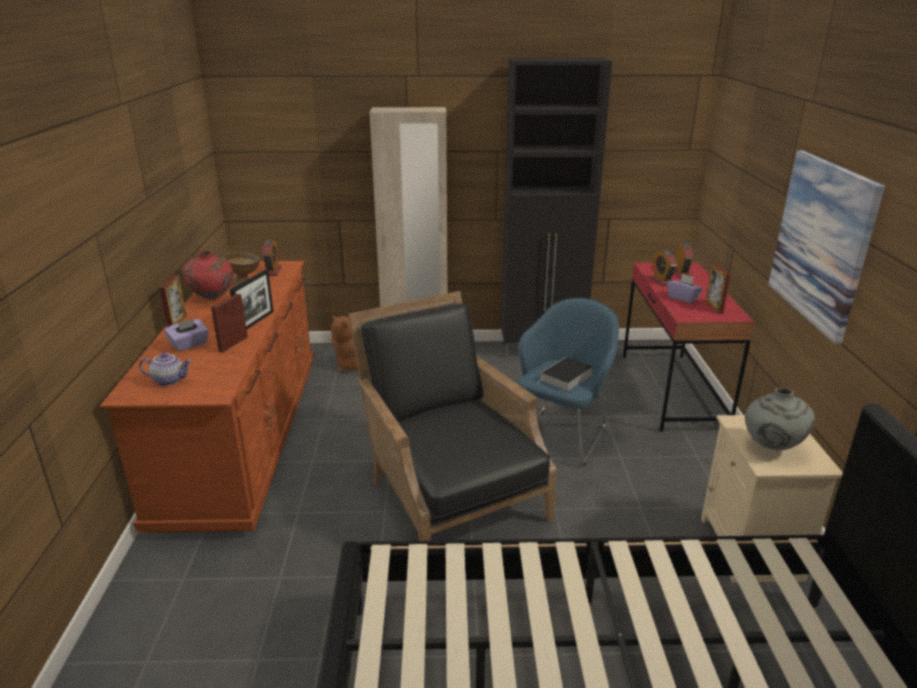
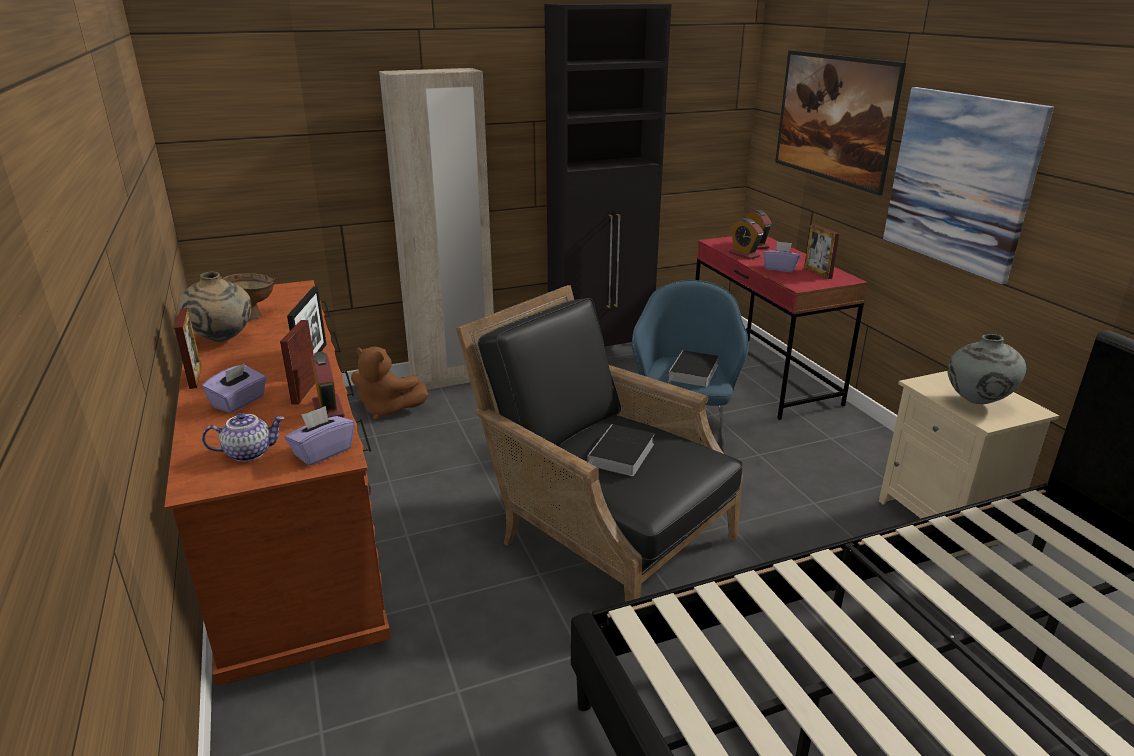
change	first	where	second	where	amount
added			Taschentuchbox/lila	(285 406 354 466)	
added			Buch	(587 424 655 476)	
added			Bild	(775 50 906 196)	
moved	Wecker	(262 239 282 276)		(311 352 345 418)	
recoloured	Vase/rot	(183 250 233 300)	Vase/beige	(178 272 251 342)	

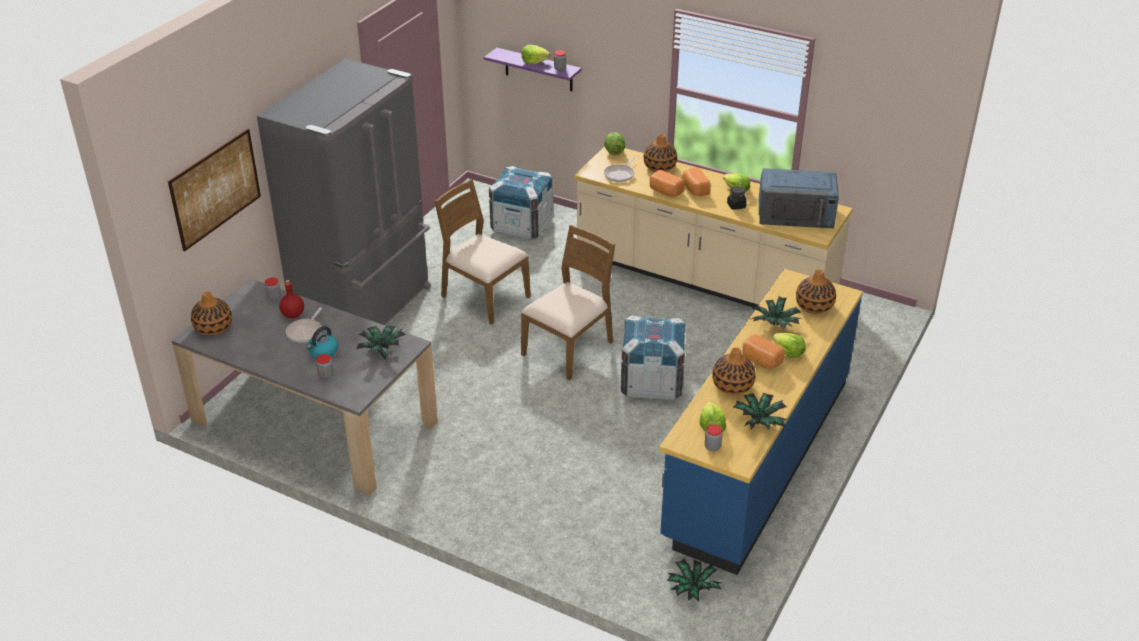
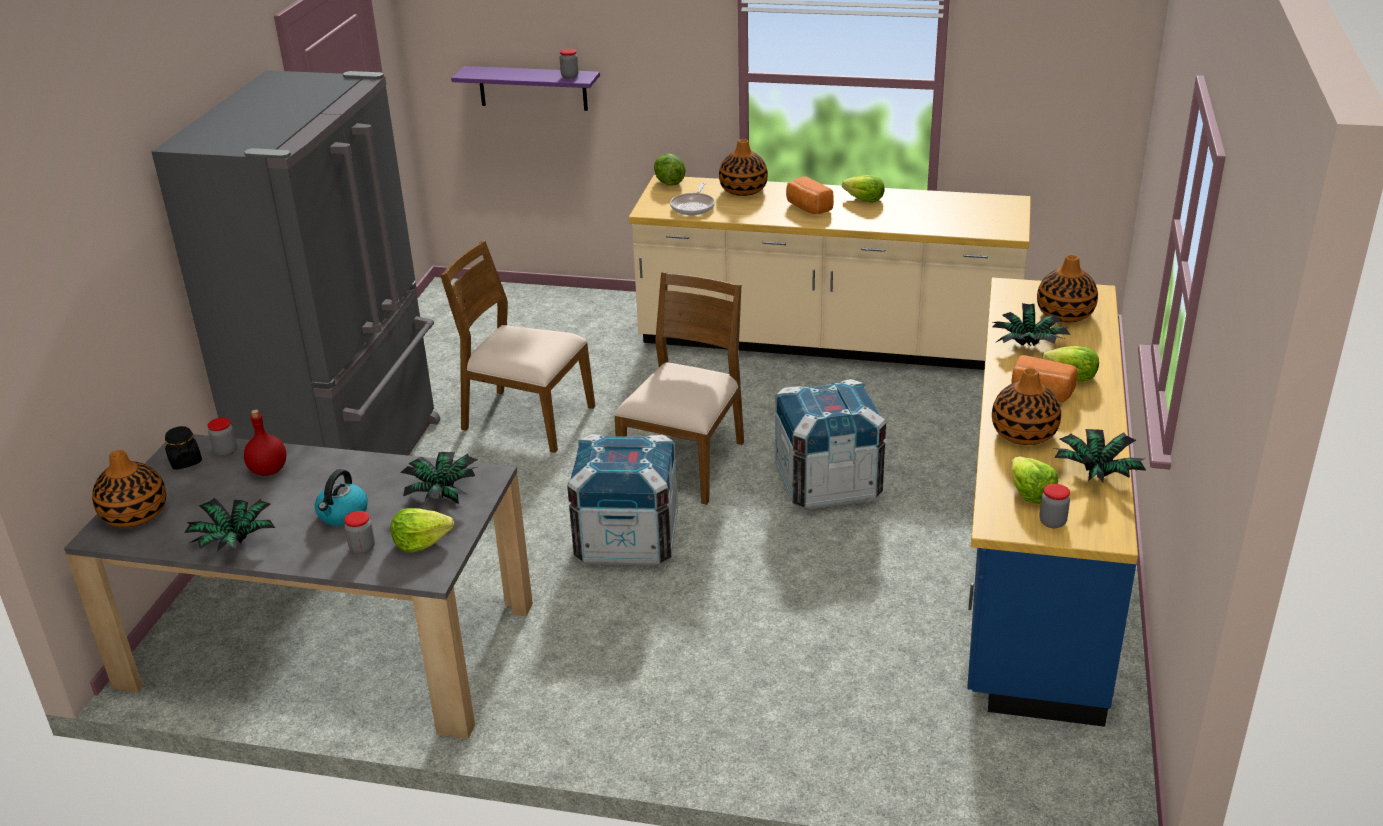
change	first	where	second	where	amount
removed	Bild	(168 129 261 251)			
removed	Pfanne	(286 308 322 343)			
removed	Brot	(650 170 684 197)			
removed	Mikrowelle/blau	(759 168 839 228)			
moved	Kiste	(489 166 553 240)		(567 434 678 566)	
moved	Salatkopf	(522 45 550 64)		(391 508 454 552)	
moved	Topfpflanze	(667 558 722 601)		(184 498 275 551)	
moved	Vorratsglas/schwarz	(727 186 746 210)		(165 426 202 470)	

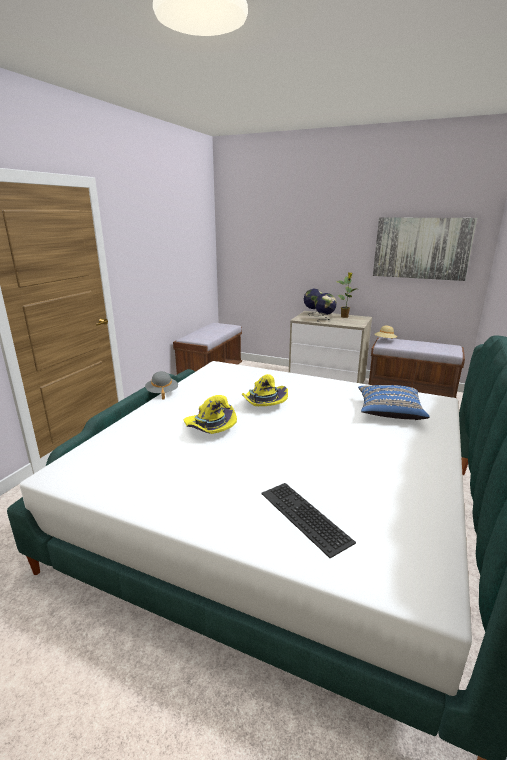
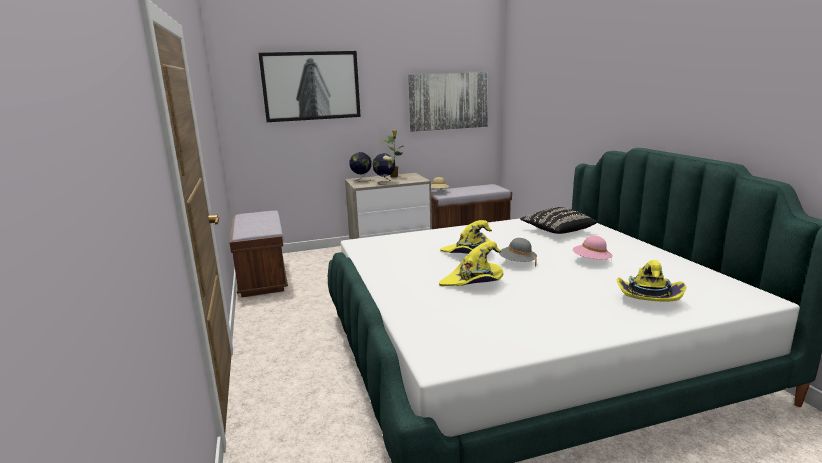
change	first	where	second	where	amount
added			Bild	(259 51 361 122)	
added			Hut/rosa	(573 236 612 259)	
moved	Hut/grau	(145 371 178 400)		(499 238 537 267)	
replaced	Tastatur	(261 483 356 558)	Hut/gelb	(617 260 687 302)	
recoloured	Kissen/blau	(358 385 430 420)	Kissen/schwarz	(520 207 597 234)	

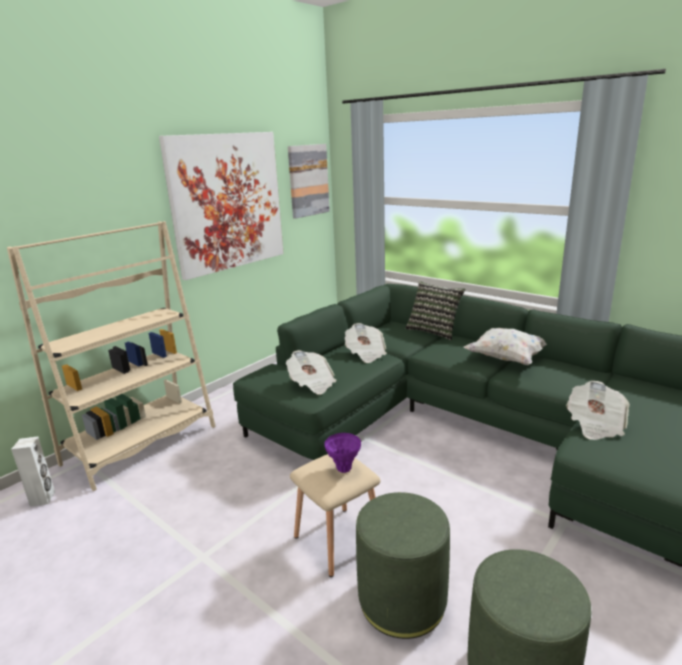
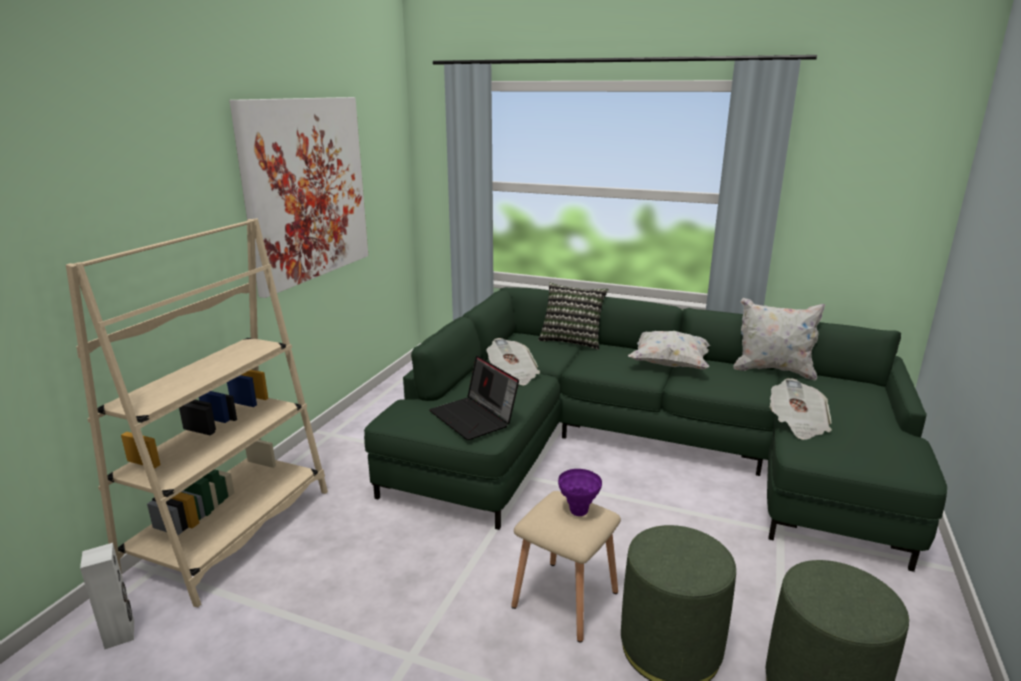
change	first	where	second	where	amount
removed	Bild	(288 144 330 219)			
added			Kissen/weiß	(733 298 825 381)	
replaced	Zeitung	(286 350 337 395)	Laptop	(429 356 519 440)	

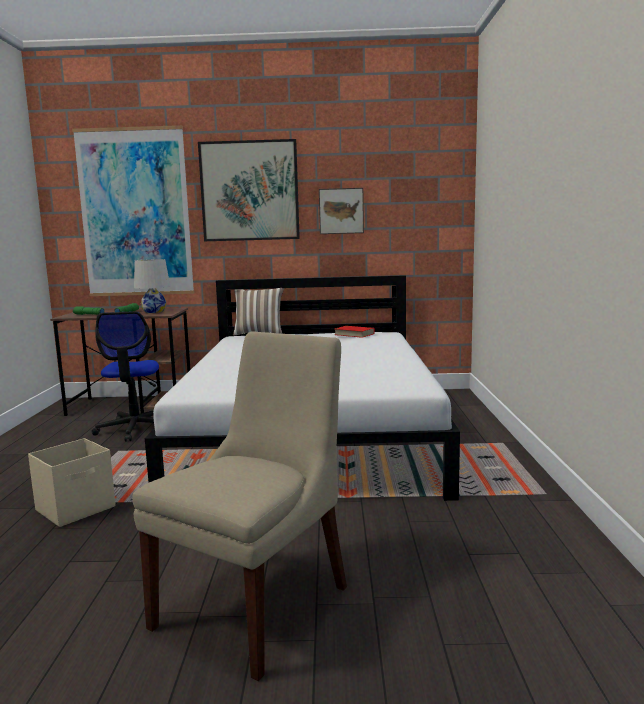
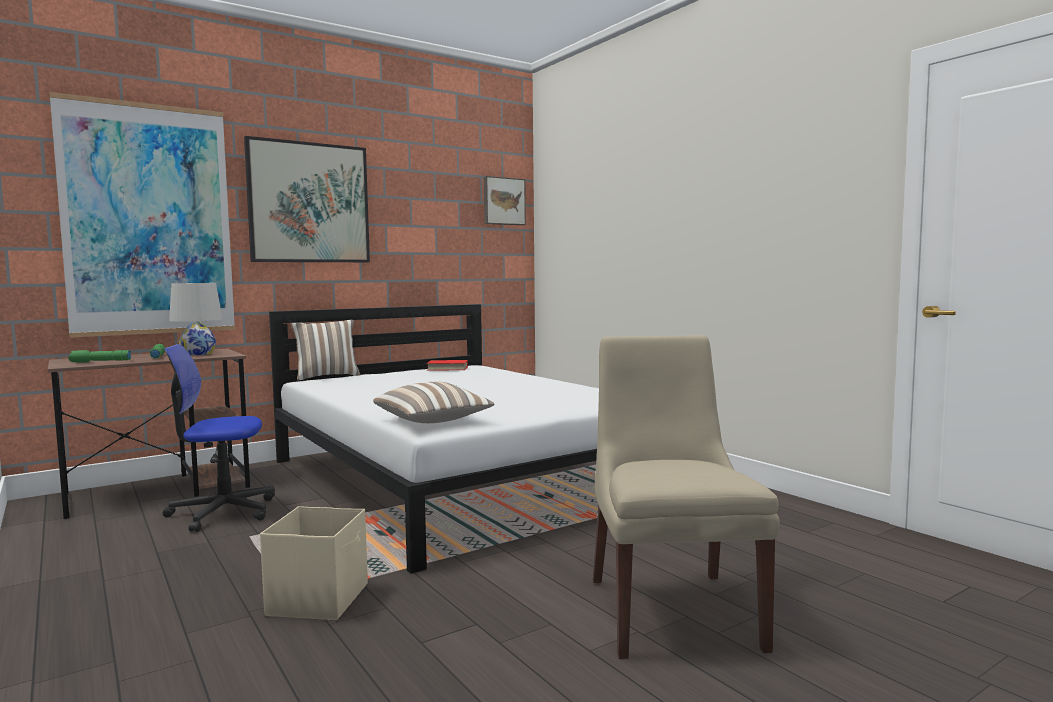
change	first	where	second	where	amount
added			Kissen	(373 382 495 423)	
moved	Bild	(319 188 364 234)		(484 176 526 225)	
turned	Bürostuhl	(92 311 159 442)		(163 344 275 532)	120 degrees clockwise

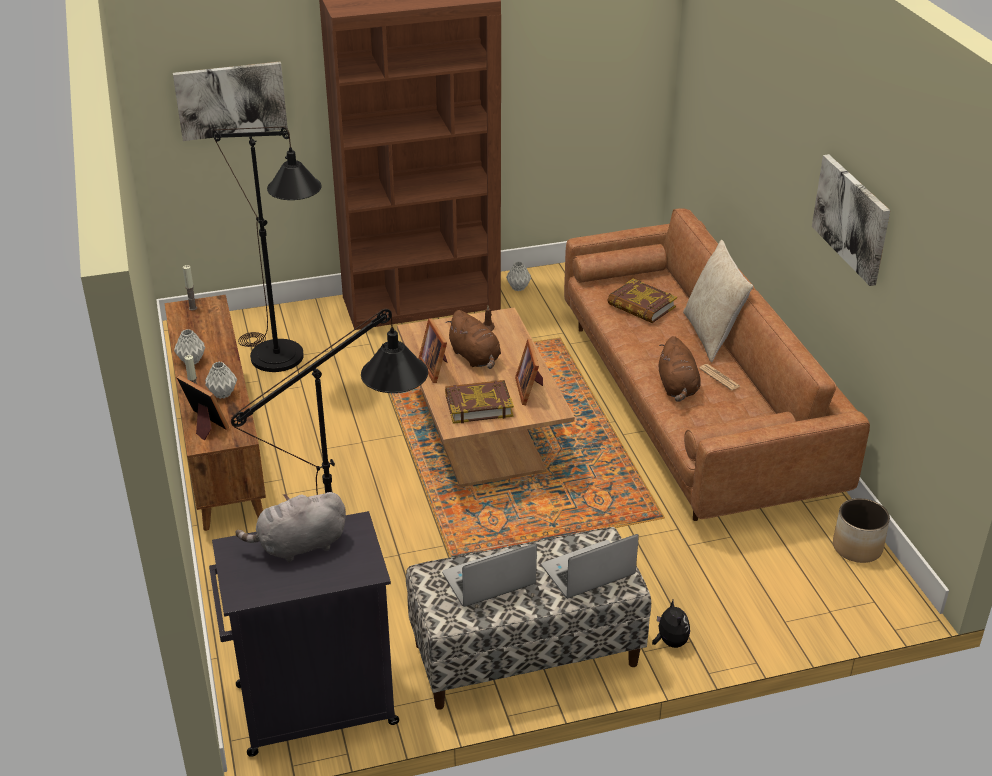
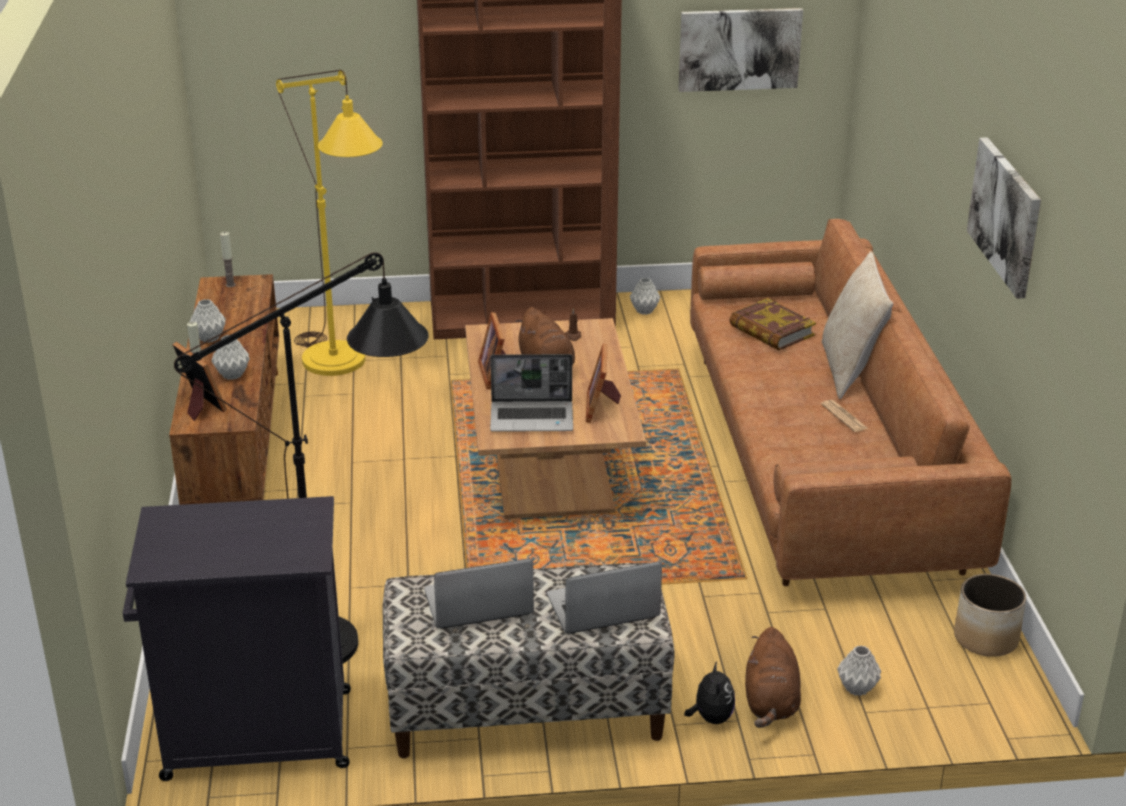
change	first	where	second	where	amount
removed	Plüschtier/grau	(235 492 346 562)			
added			Vase/grau	(837 645 881 696)	
moved	Bild	(173 62 288 141)		(678 8 803 92)	
moved	Plüschtier/braun	(659 336 701 402)		(745 627 801 728)	
replaced	Buch	(445 380 514 424)	Laptop	(490 354 573 432)	
recoloured	Stehlampe/schwarz	(212 127 322 372)	Stehlampe/gelb	(276 70 383 376)	

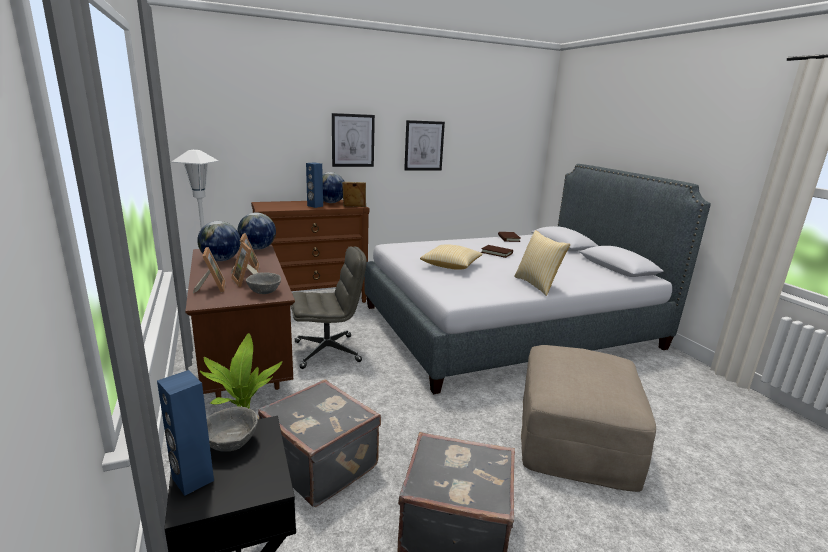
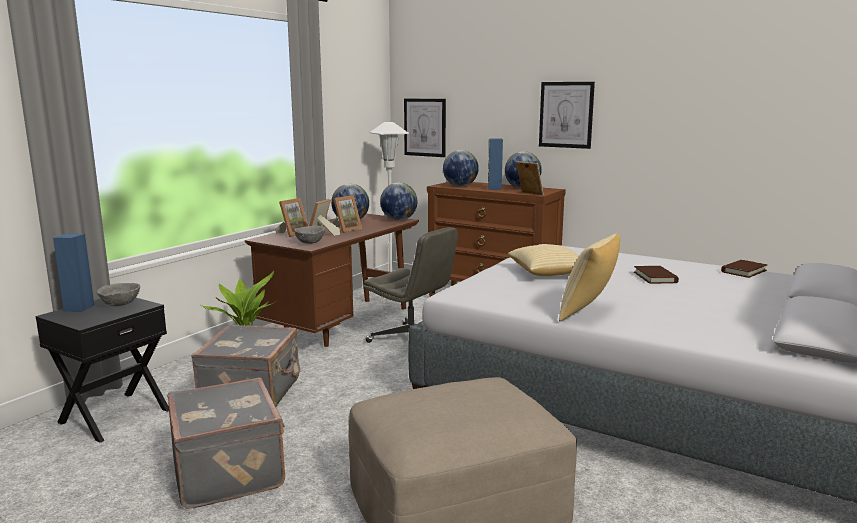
change	first	where	second	where	amount
added			Globus	(443 150 479 187)	
moved	Bild	(404 120 445 171)		(404 99 446 157)	

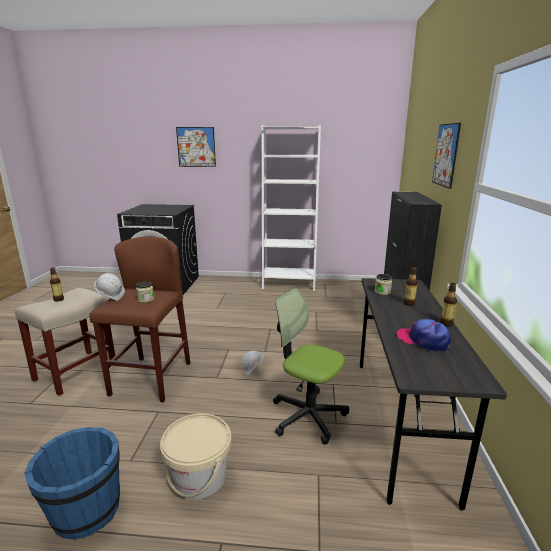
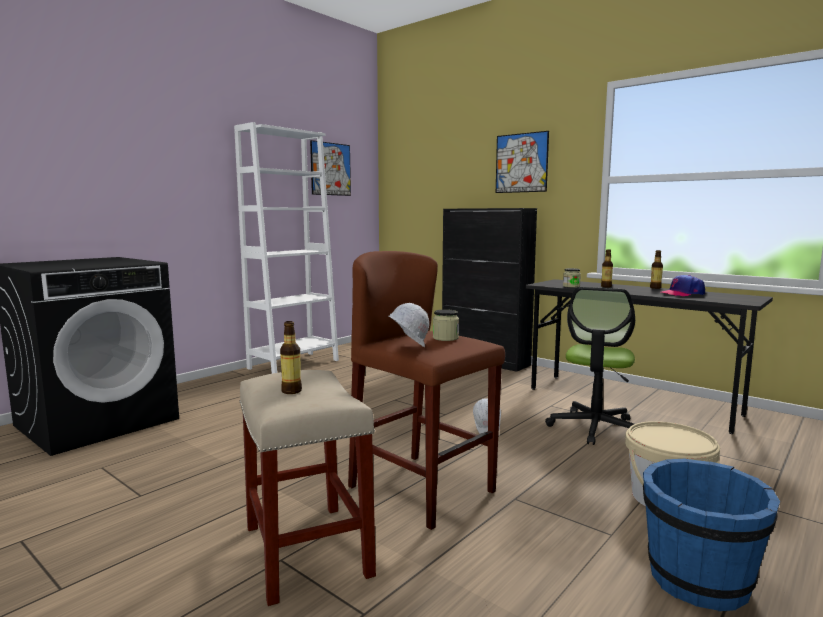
change	first	where	second	where	amount
moved	Bild	(176 127 216 167)		(310 140 351 196)	
turned	Bürostuhl	(273 288 349 444)		(545 287 635 445)	45 degrees counterclockwise

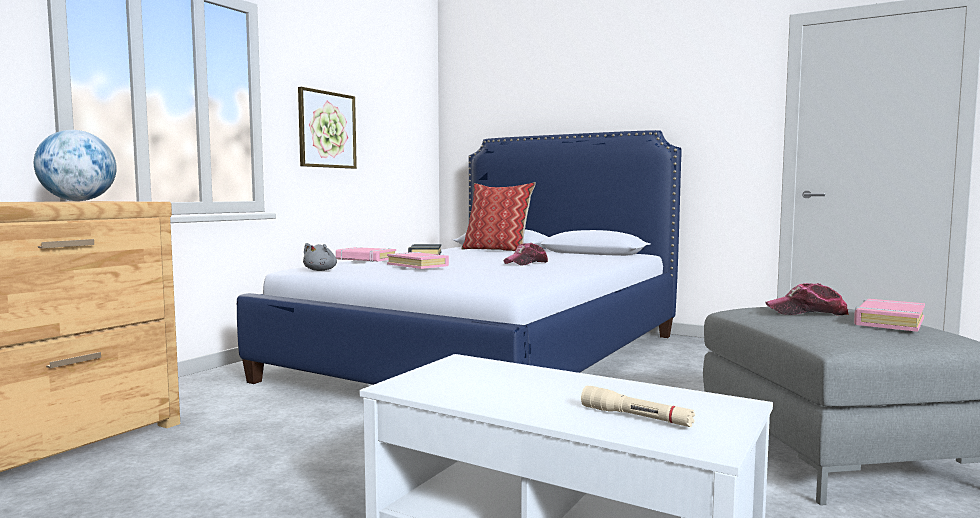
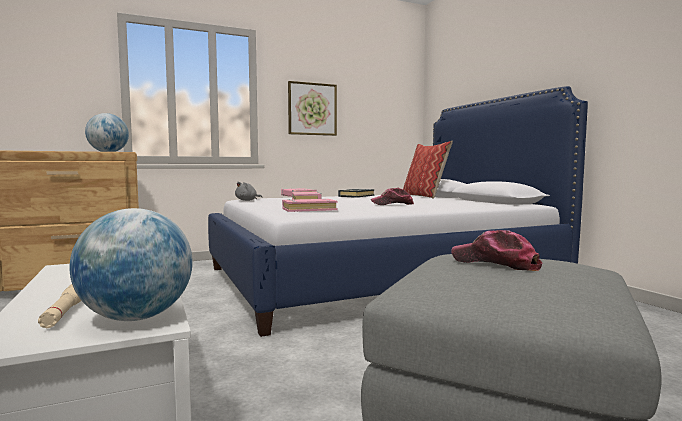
change	first	where	second	where	amount
added			Globus	(69 208 193 321)	
moved	Buch/rosa	(854 299 925 332)		(282 199 337 212)	

